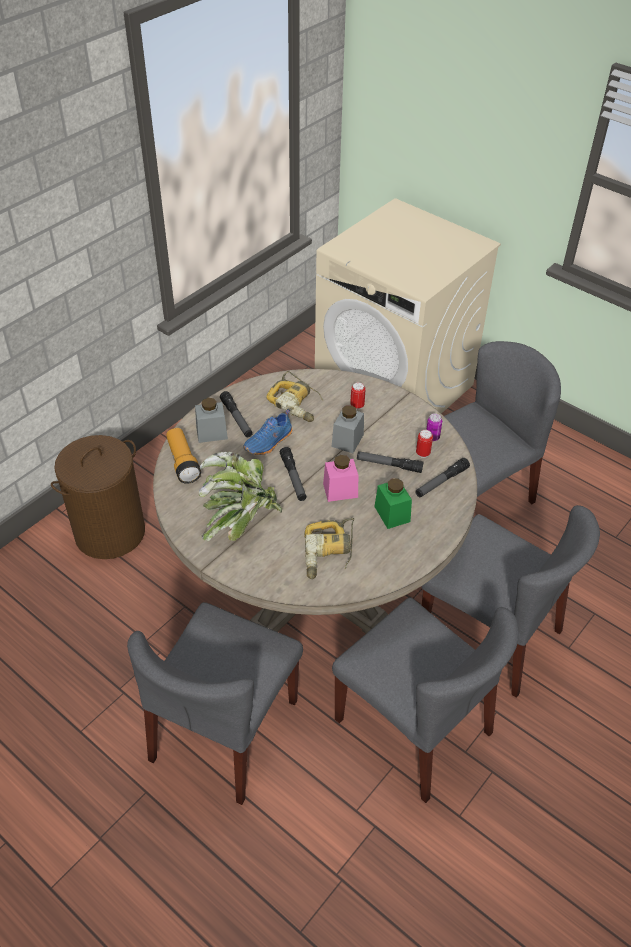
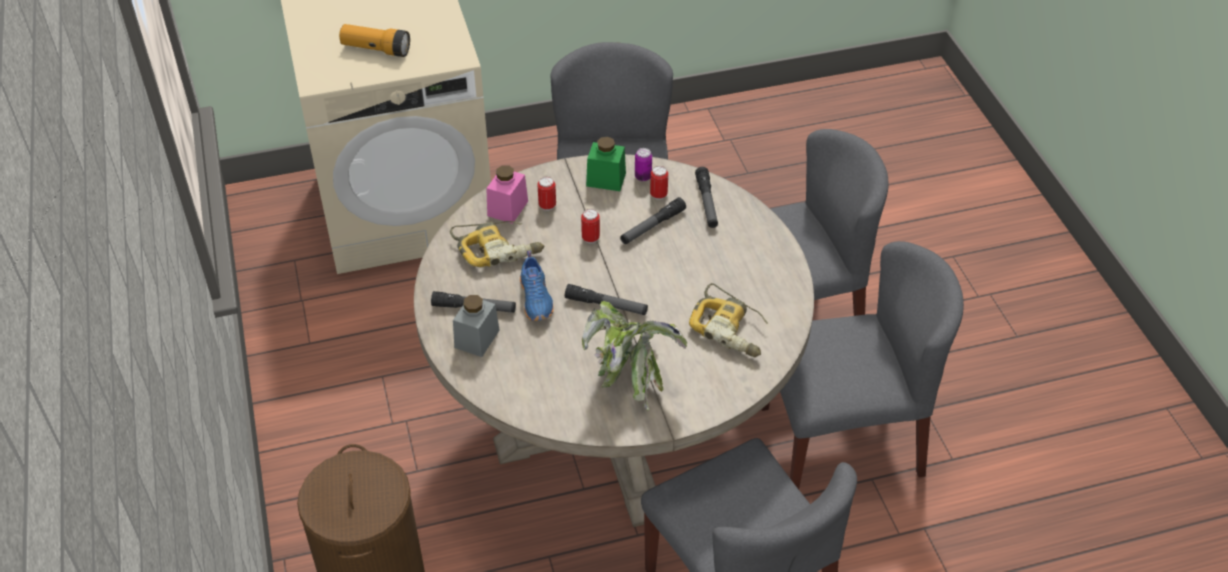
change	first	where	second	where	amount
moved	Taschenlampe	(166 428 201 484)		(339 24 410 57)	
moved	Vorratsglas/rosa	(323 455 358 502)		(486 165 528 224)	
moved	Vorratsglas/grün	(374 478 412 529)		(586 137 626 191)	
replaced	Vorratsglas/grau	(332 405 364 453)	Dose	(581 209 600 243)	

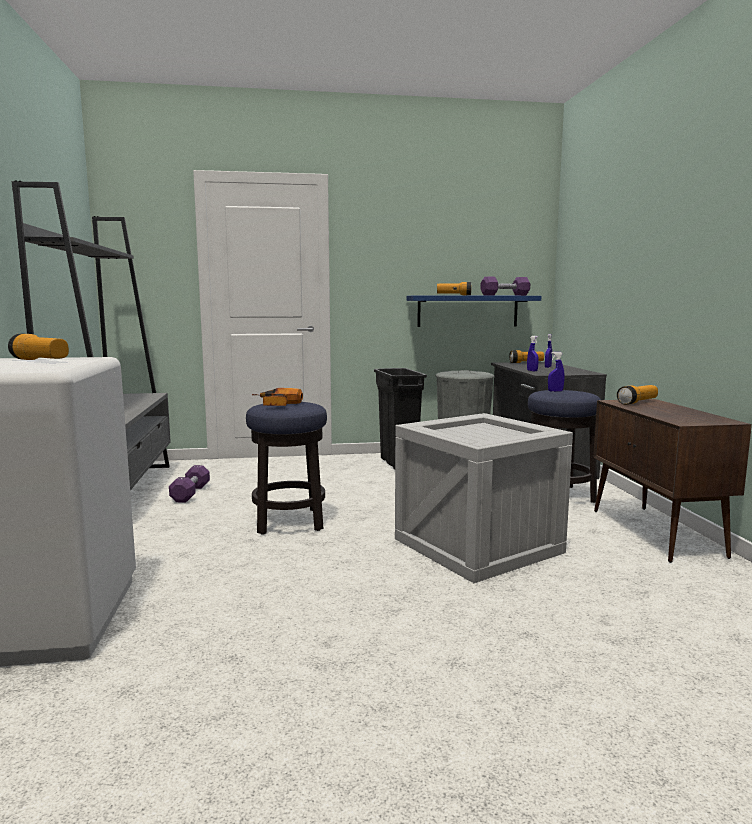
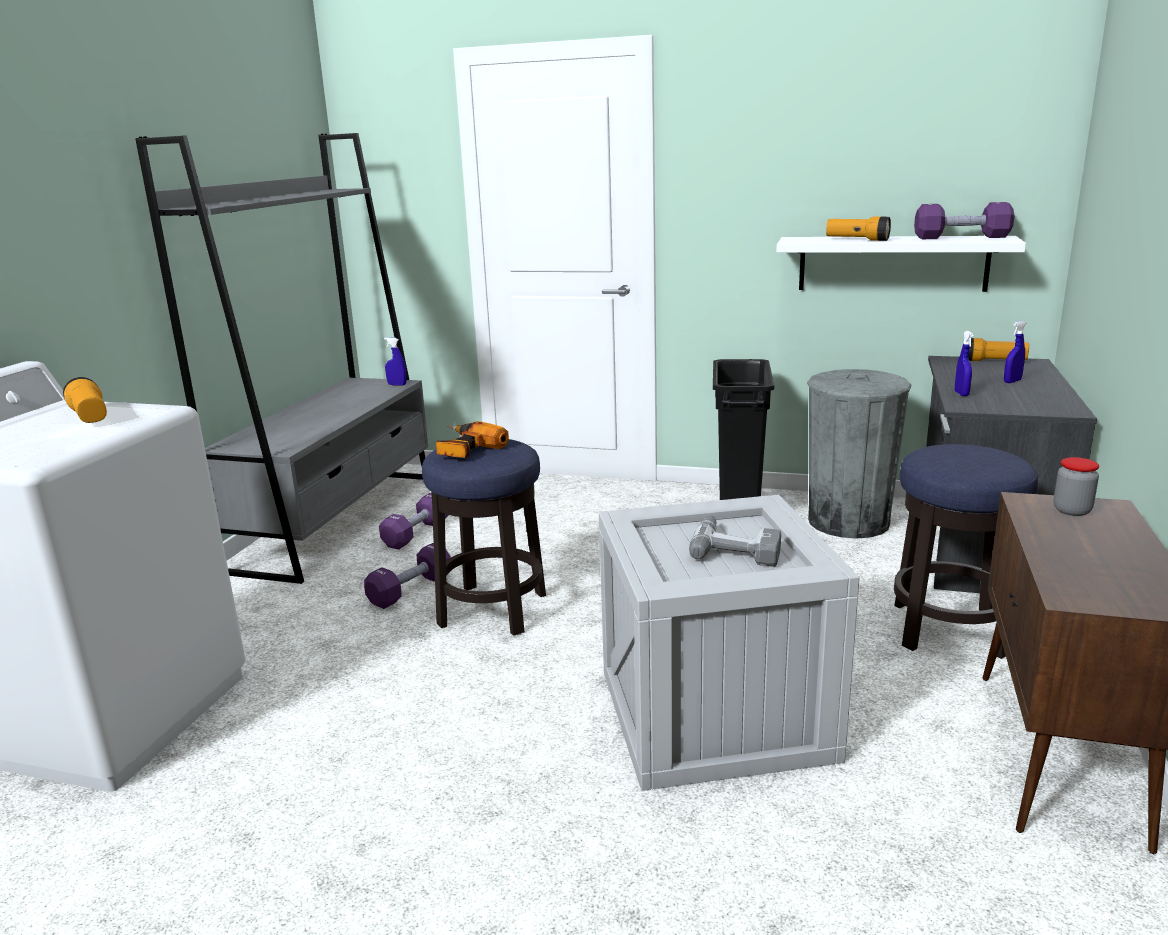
change	first	where	second	where	amount
added			Hantel/lila	(364 543 452 609)	
added			Bohrmaschine	(689 515 781 567)	
moved	Sprühflasche/blau	(548 352 564 392)		(384 337 406 385)	
replaced	Taschenlampe	(617 385 658 405)	Vorratsglas	(1054 457 1099 516)	
recoloured	Wandregal/blau	(407 295 541 327)	Wandregal/weiß	(776 236 1026 292)	

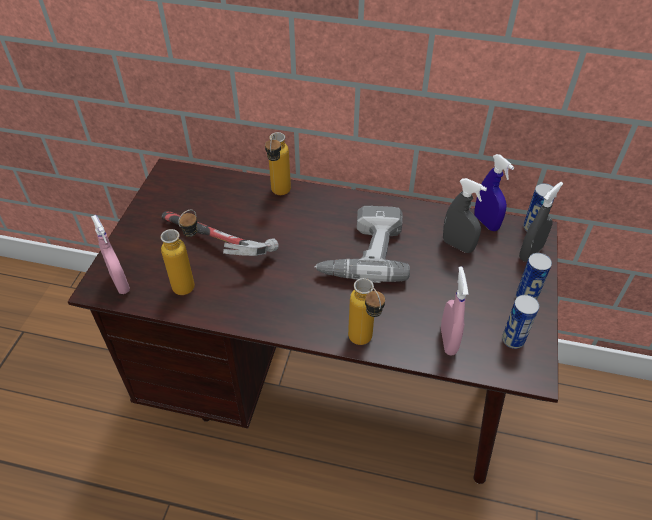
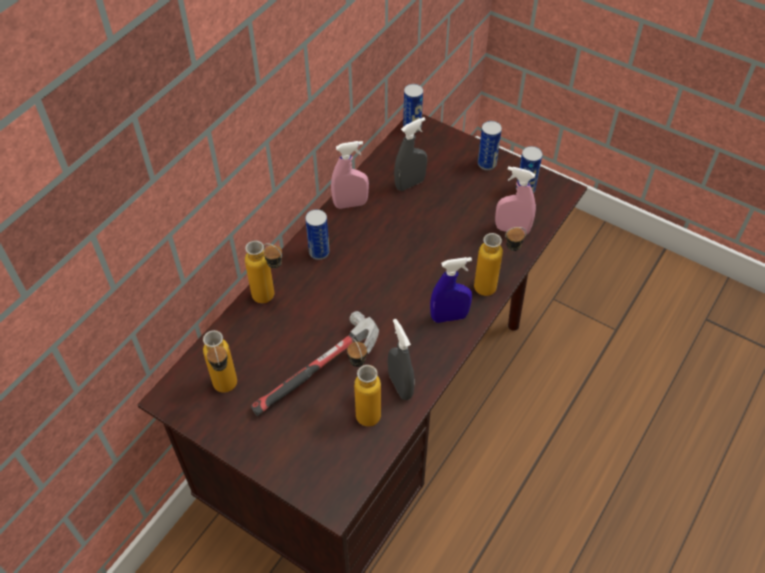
change	first	where	second	where	amount
removed	Bohrmaschine	(314 206 410 283)			
added			Flasche	(203 330 237 393)	
added			Dose	(305 209 330 260)	
moved	Sprühflasche/rosa	(91 215 130 294)		(331 141 369 209)	
moved	Sprühflasche/blau	(475 154 514 231)		(430 257 472 323)	
moved	Sprühflasche/grau	(519 182 563 262)		(388 319 414 400)	

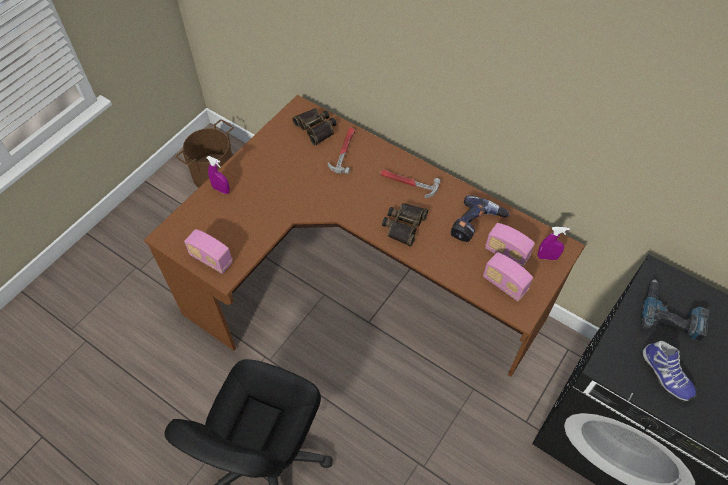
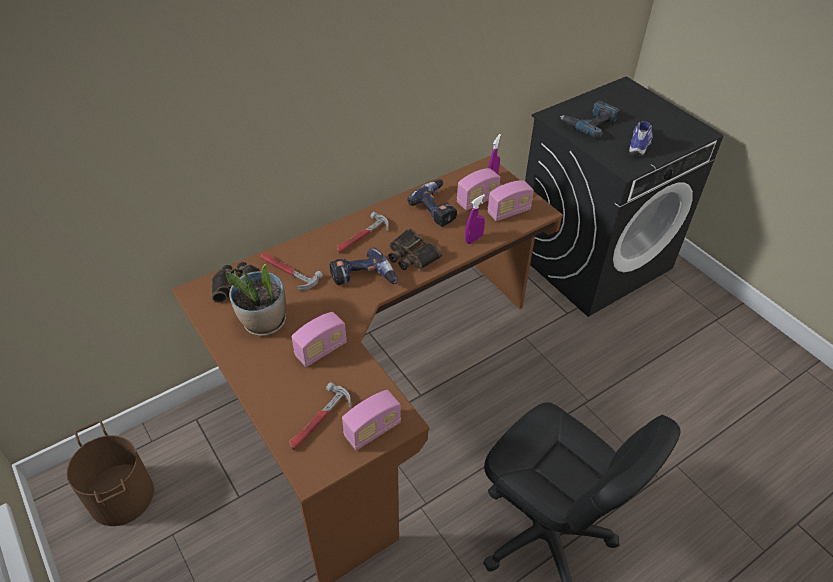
change	first	where	second	where	amount
added			Topfpflanze	(226 264 286 336)	
added			Hammer	(289 382 351 450)	
added			Radio	(292 312 347 367)	
added			Bohrmaschine	(329 247 398 285)	
moved	Sprühflasche/lila	(207 156 230 194)		(465 194 485 244)	
turned	Schuh	(642 341 696 402)		(629 121 653 157)	60 degrees counterclockwise

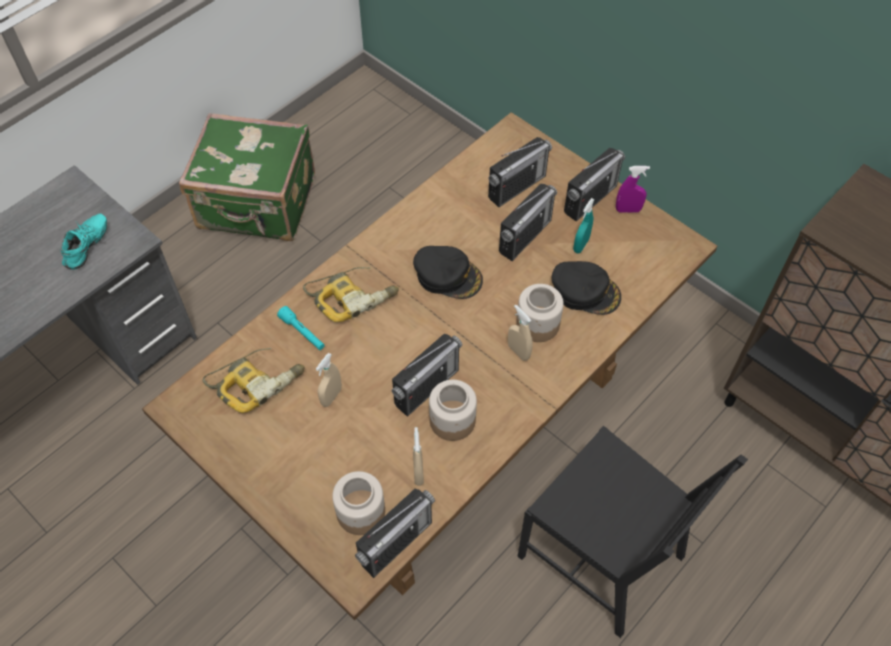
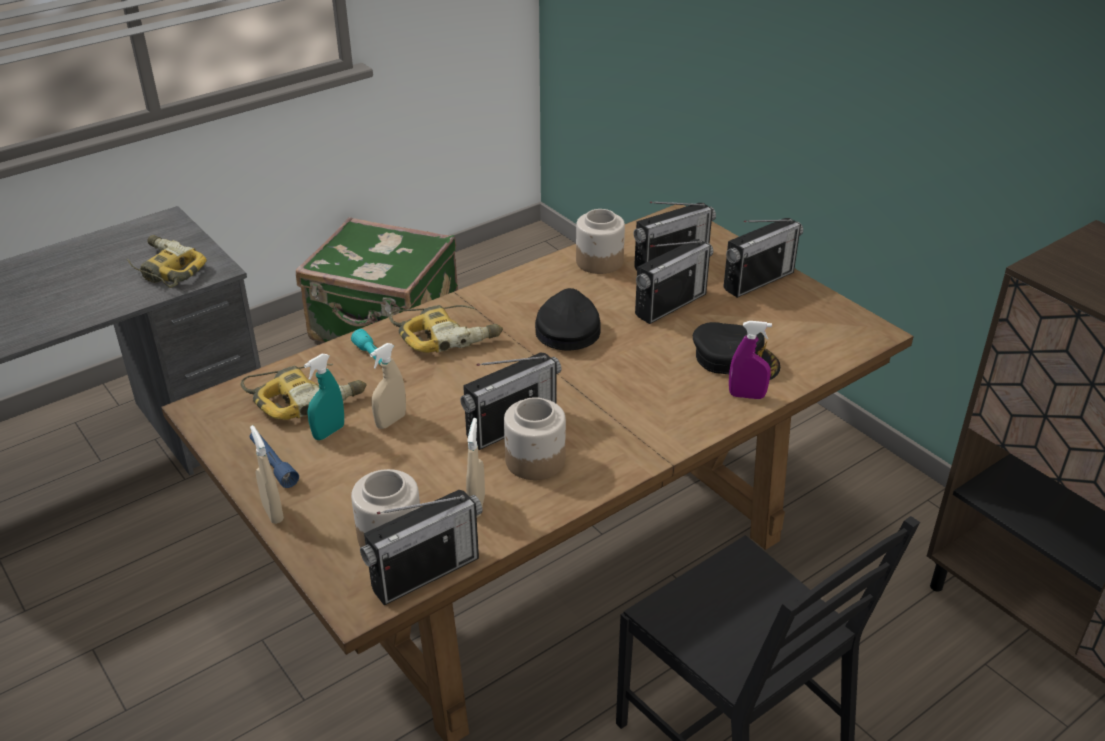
change	first	where	second	where	amount
added			Taschenlampe/blau	(250 433 299 488)	
moved	Sprühflasche/beige	(508 305 533 361)		(250 425 284 524)	
moved	Vorratsglas	(516 284 564 342)		(576 209 625 274)	
moved	Sprühflasche/türkis	(573 198 595 253)		(304 354 344 440)	
moved	Sprühflasche/lila	(616 166 650 213)		(729 321 772 399)	
replaced	Schuh/türkis	(60 214 107 270)	Bohrmaschine	(126 235 207 288)	
turned	Kappe/schwarz	(413 246 483 299)		(535 288 601 350)	120 degrees counterclockwise

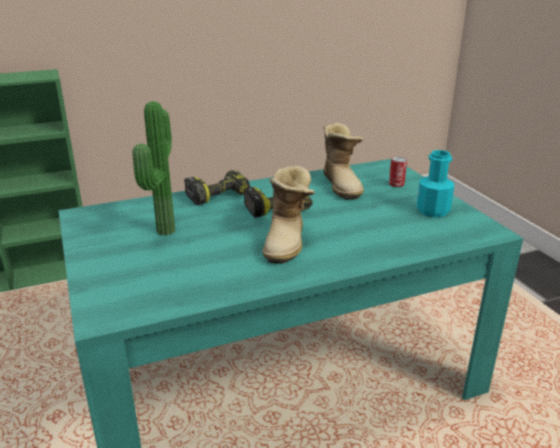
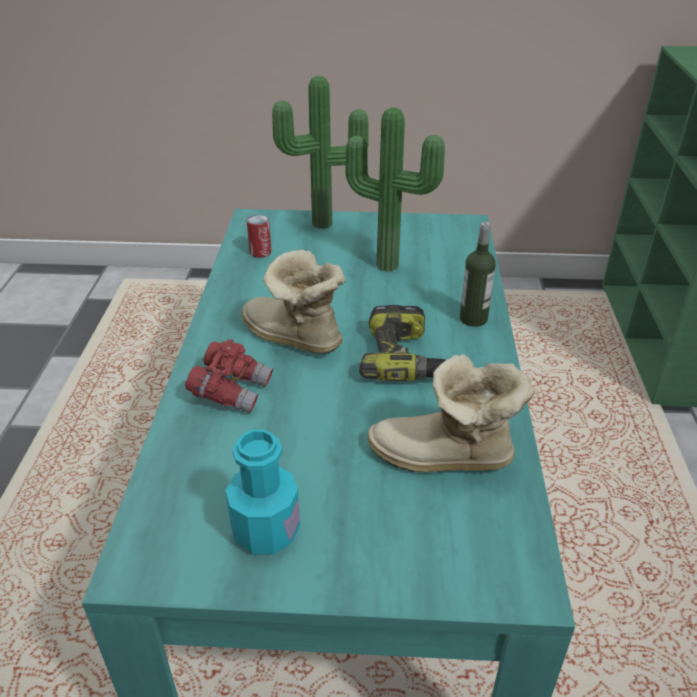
change	first	where	second	where	amount
added			Fernglas/rot	(185 339 273 413)	
added			Topfpflanze	(272 76 369 229)	
moved	Dose	(389 157 407 187)		(247 215 271 258)	
replaced	Bohrmaschine	(184 170 250 205)	Flasche	(460 222 496 327)	

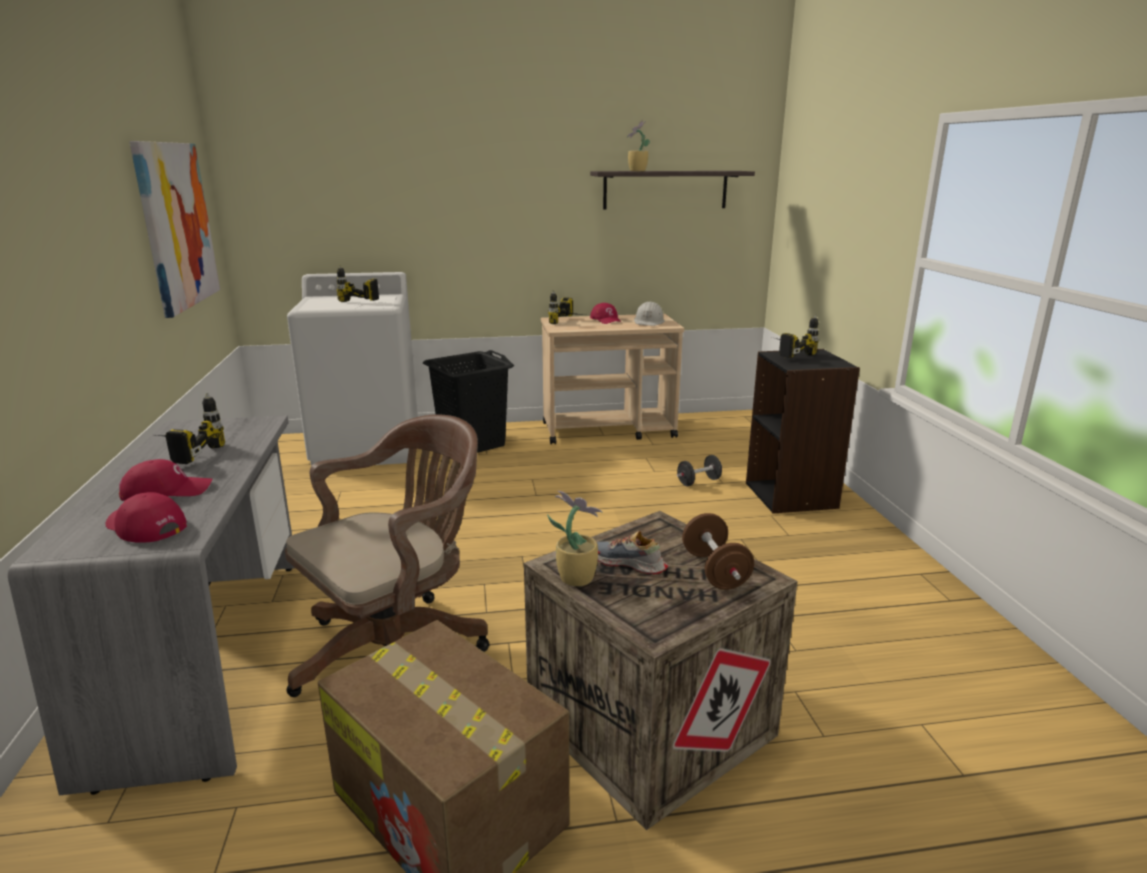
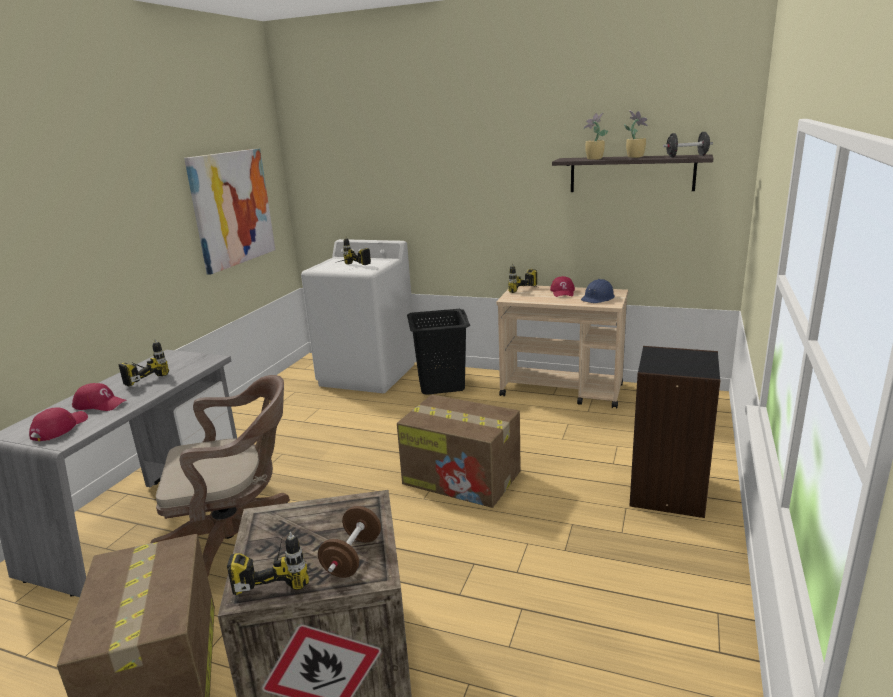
change	first	where	second	where	amount
removed	Schuh	(597 531 668 574)			
added			Karton	(397 395 521 508)	
moved	Topfpflanze	(547 491 602 586)		(624 111 648 158)	
moved	Hantel/schwarz	(677 455 722 486)		(663 132 713 157)	
moved	Bohrmaschine	(775 314 819 358)		(227 532 309 595)	
recoloured	Schutzhelm/weiß	(634 301 665 326)	Schutzhelm/blau	(581 279 615 303)	
turned	Kappe/rot	(106 492 187 543)		(29 407 88 441)	45 degrees clockwise

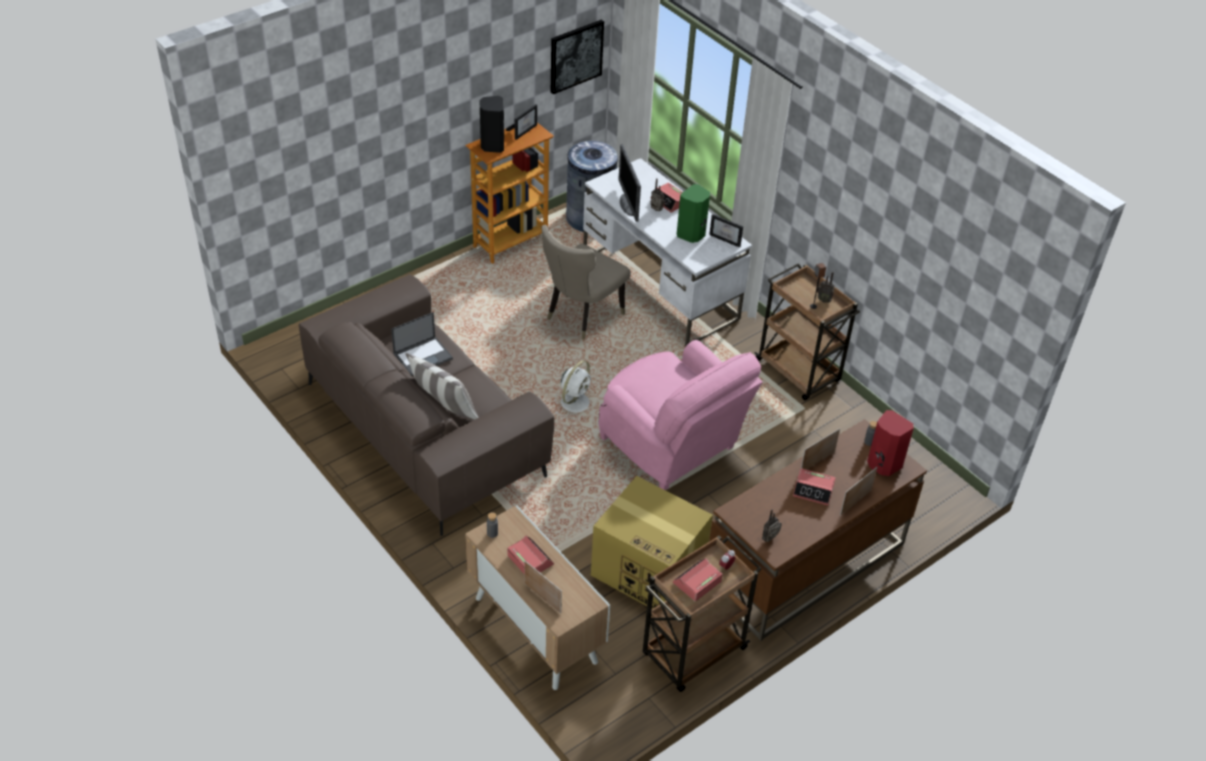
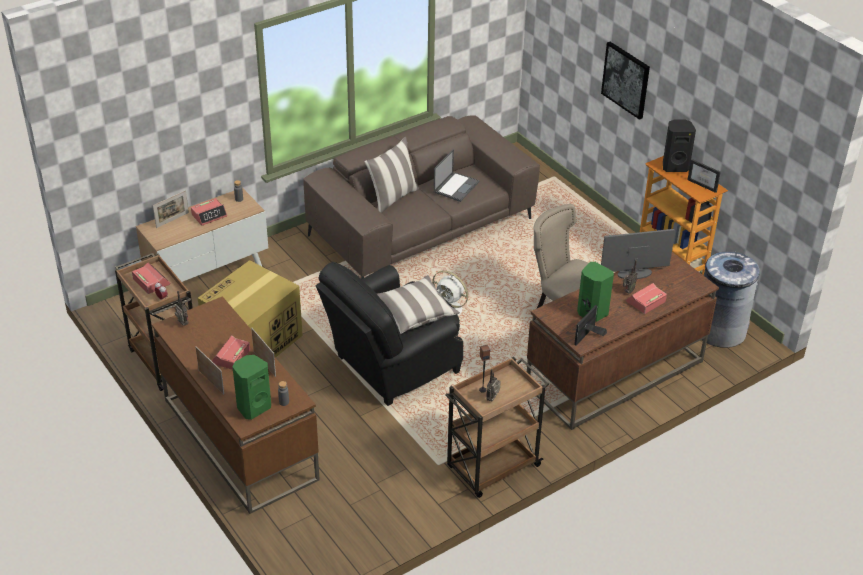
change	first	where	second	where	amount
added			Kissen	(377 275 460 334)	
moved	Bild	(551 20 604 94)		(601 42 650 120)	
recoloured	Schreibtisch/weiß	(583 158 752 346)	Schreibtisch/braun	(527 252 719 430)	
recoloured	Sessel/rosa	(598 340 763 490)	Sessel/schwarz	(316 262 463 406)	
recoloured	Lautsprecher/rot	(867 410 914 476)	Lautsprecher/grün	(232 355 271 420)	
turned	Laptop	(391 312 453 376)		(434 149 479 202)	120 degrees counterclockwise

